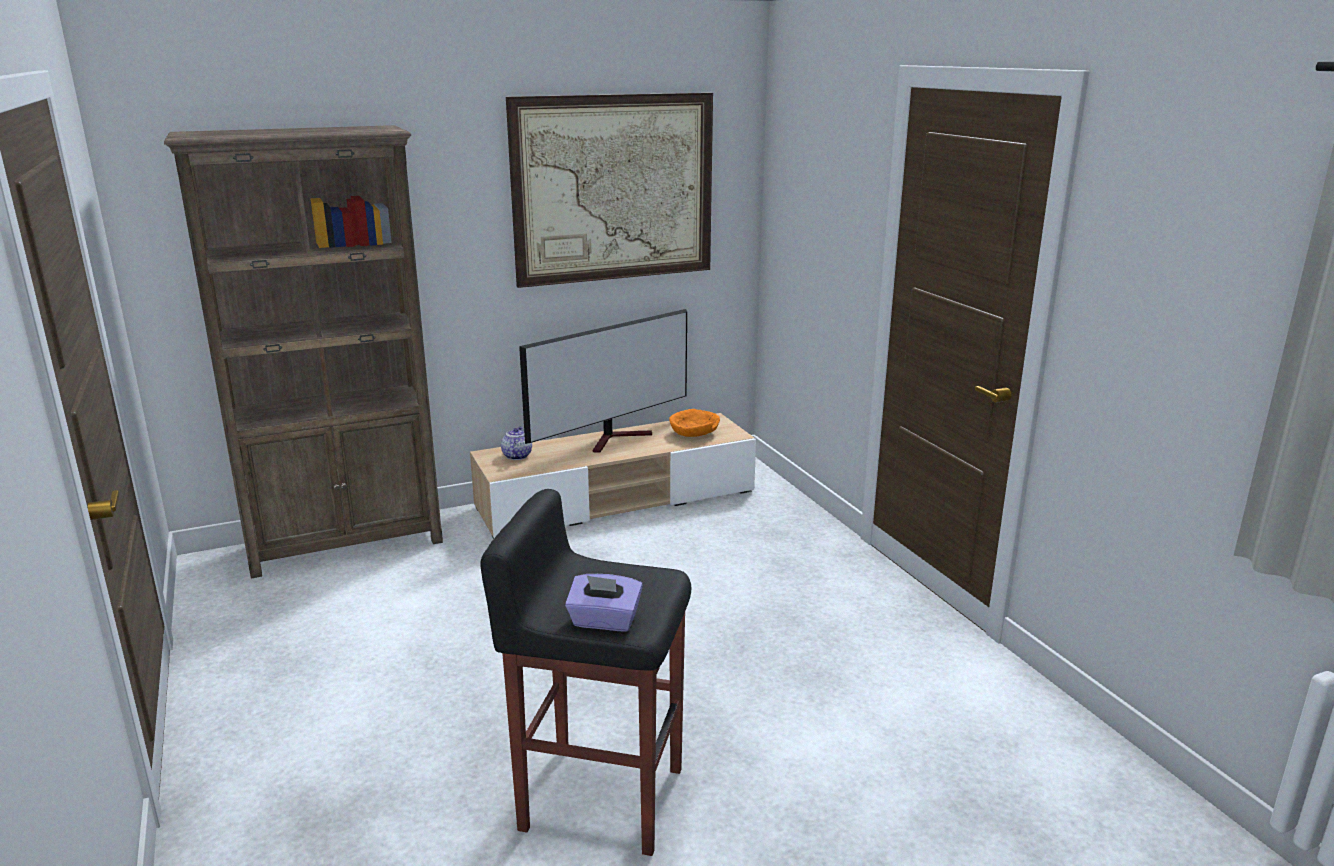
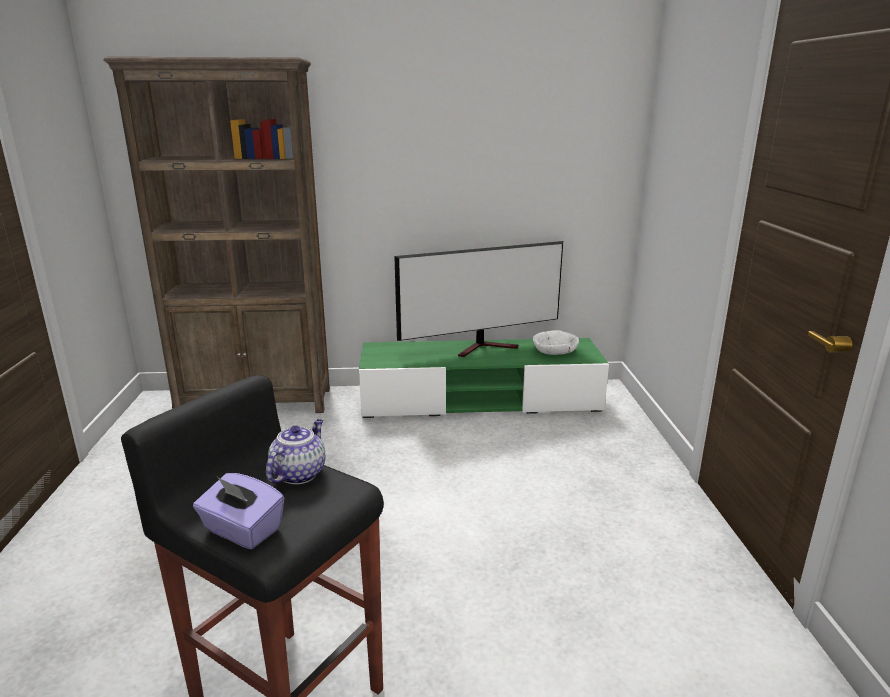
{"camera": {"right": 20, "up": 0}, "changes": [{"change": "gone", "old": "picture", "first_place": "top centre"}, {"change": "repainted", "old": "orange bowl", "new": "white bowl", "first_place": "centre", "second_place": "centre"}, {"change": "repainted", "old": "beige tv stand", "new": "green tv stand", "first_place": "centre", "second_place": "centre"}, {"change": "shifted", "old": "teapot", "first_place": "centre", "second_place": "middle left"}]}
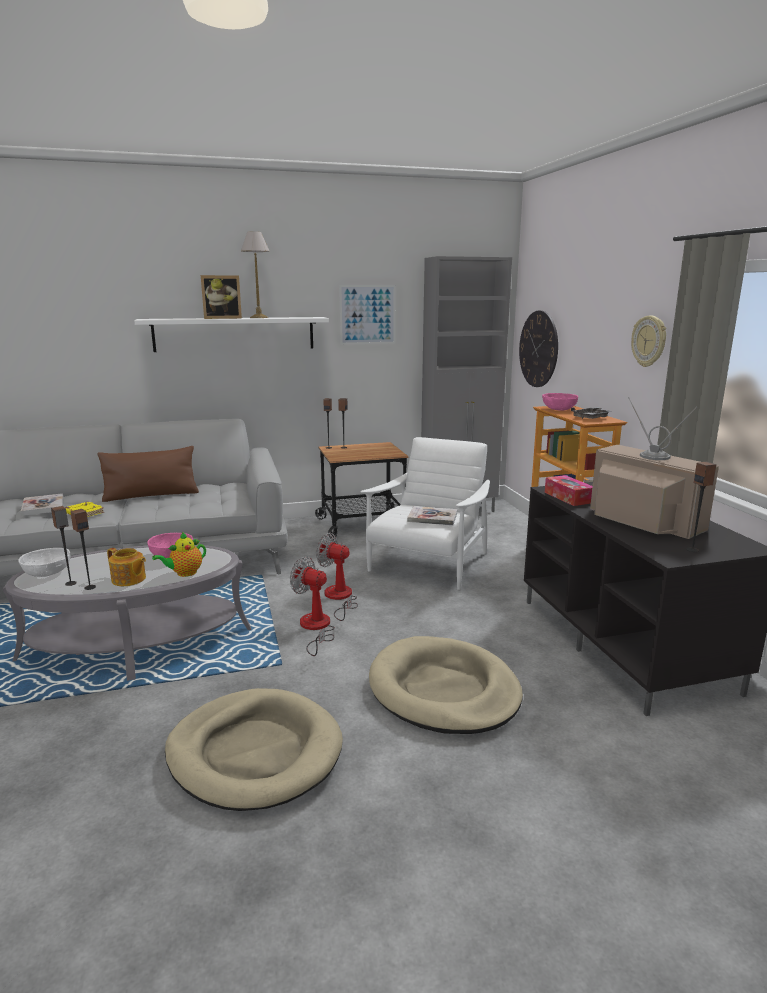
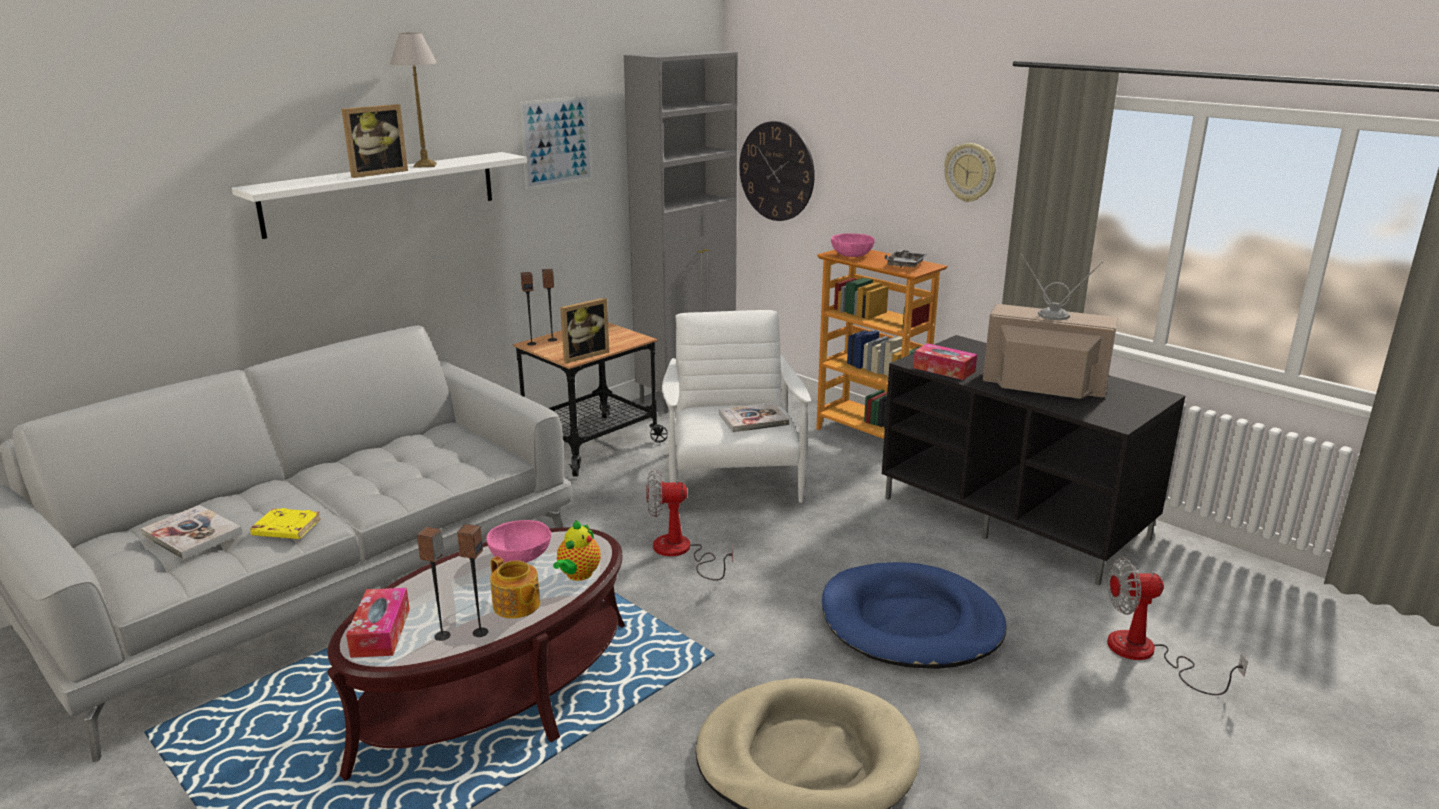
{"camera": {"right": -30, "up": 5}, "changes": [{"change": "gone", "old": "brown pillow", "first_place": "middle left"}, {"change": "gone", "old": "speaker (no. 5 from left)", "first_place": "middle right"}, {"change": "repainted", "old": "grey coffee table", "new": "brown coffee table", "first_place": "middle left", "second_place": "bottom left"}, {"change": "swapped", "old": "white bowl", "new": "tissue box (no. 1 from left)", "first_place": "middle left", "second_place": "bottom left"}, {"change": "rotated", "old": "teapot (no. 1 from left)", "first_place": "middle left", "second_place": "bottom centre", "degrees": 45}, {"change": "shifted", "old": "fan (no. 1 from left in the first image)", "new": "fan (no. 2 from left)", "first_place": "centre", "second_place": "bottom right"}, {"change": "repainted", "old": "beige dog bed (no. 2 from left)", "new": "blue dog bed", "first_place": "bottom centre", "second_place": "bottom centre"}, {"change": "new", "new": "picture frame (no. 2 from left)", "second_place": "centre"}]}
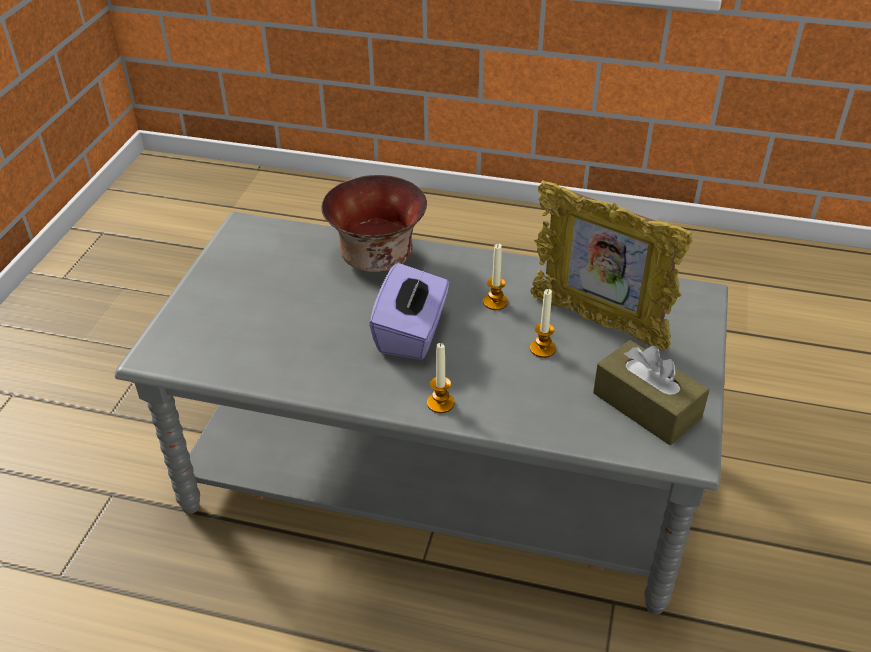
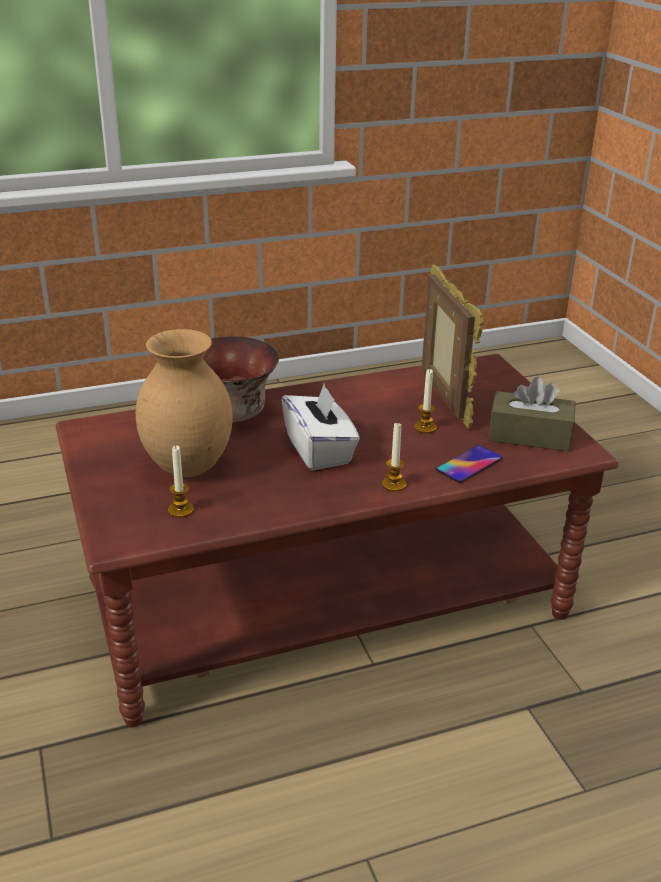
{"camera": {"right": -35, "up": -10}, "changes": [{"change": "rotated", "old": "picture frame", "first_place": "middle right", "second_place": "middle right", "degrees": -105}, {"change": "repainted", "old": "grey coffee table", "new": "brown coffee table", "first_place": "centre", "second_place": "centre"}, {"change": "shifted", "old": "candle (no. 2 from left in the first image)", "new": "candle (no. 1 from left)", "first_place": "centre", "second_place": "middle left"}, {"change": "repainted", "old": "purple tissue box", "new": "white tissue box", "first_place": "centre", "second_place": "centre"}, {"change": "new", "new": "brown vase", "second_place": "middle left"}, {"change": "new", "new": "phone", "second_place": "middle right"}]}
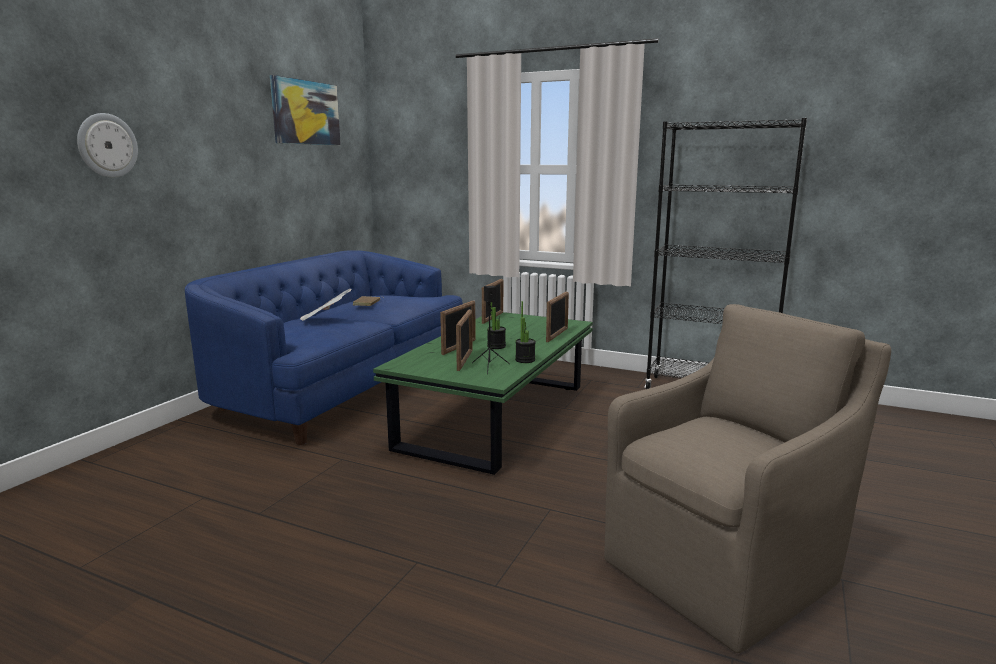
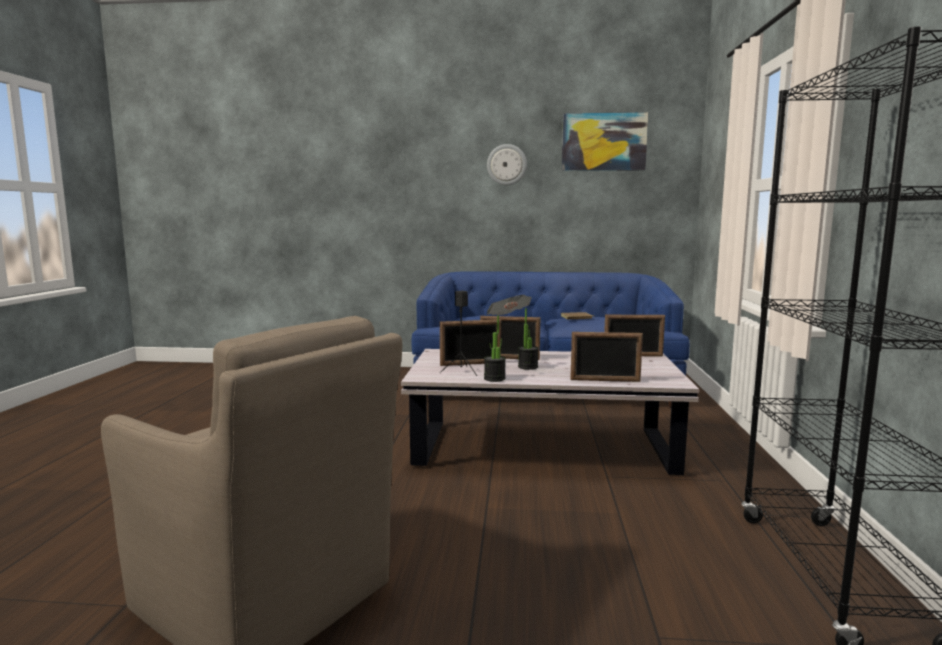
{"camera": {"right": 70, "up": -5}, "changes": [{"change": "shifted", "old": "wall clock", "first_place": "top left", "second_place": "top centre"}, {"change": "repainted", "old": "green coffee table", "new": "white coffee table", "first_place": "centre", "second_place": "centre"}]}
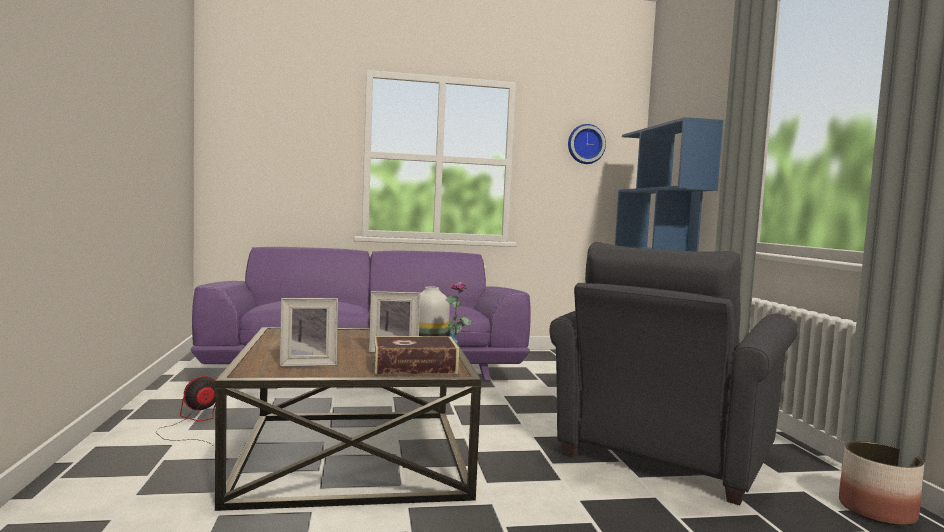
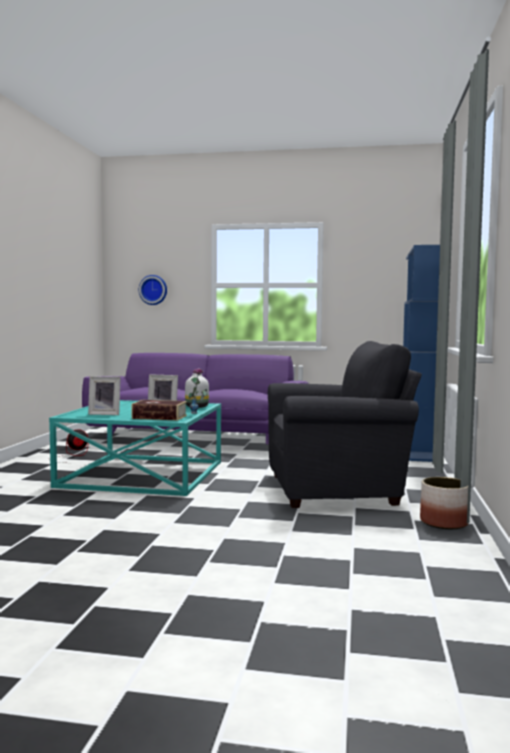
{"camera": {"right": 20, "up": 0}, "changes": [{"change": "shifted", "old": "wall clock", "first_place": "top centre", "second_place": "middle left"}, {"change": "rotated", "old": "grey armchair", "first_place": "bottom right", "second_place": "middle right", "degrees": -150}, {"change": "repainted", "old": "brown coffee table", "new": "turquoise coffee table", "first_place": "bottom centre", "second_place": "middle left"}]}
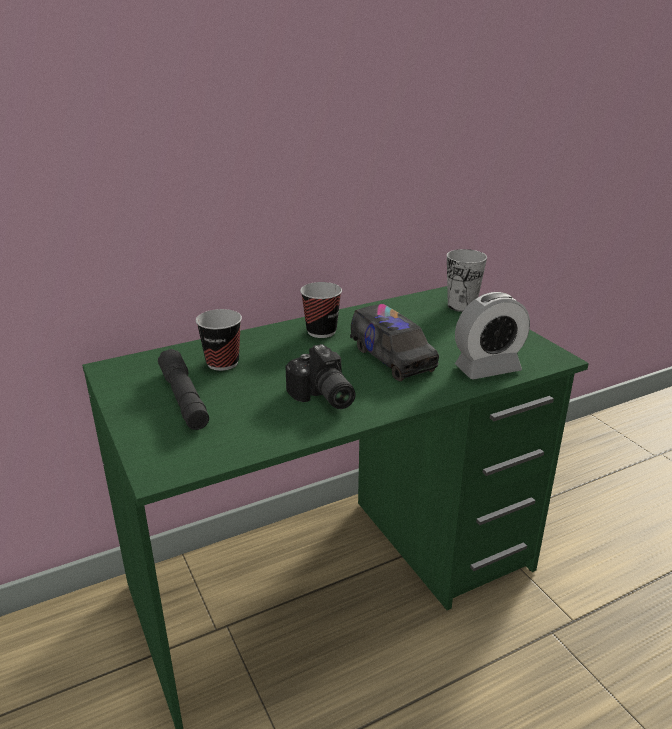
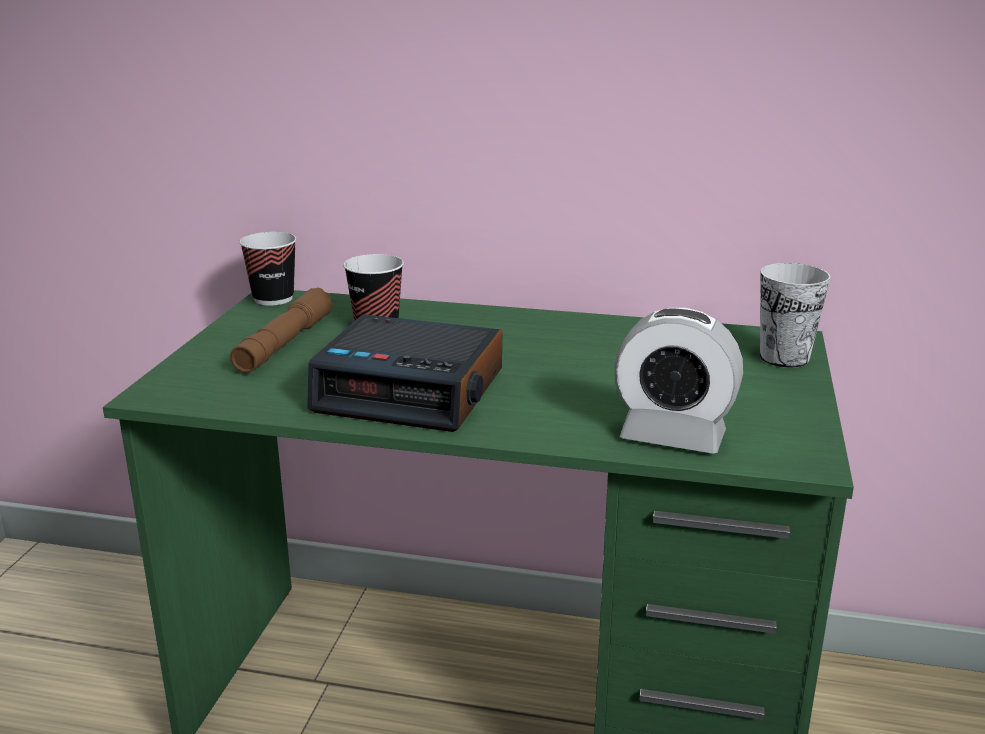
{"camera": {"right": 40, "up": -5}, "changes": [{"change": "shifted", "old": "cup (no. 2 from left in the first image)", "new": "cup (no. 1 from left)", "first_place": "centre", "second_place": "middle left"}, {"change": "gone", "old": "toy truck", "first_place": "centre"}, {"change": "swapped", "old": "photo camera", "new": "alarm clock (no. 1 from left)", "first_place": "centre", "second_place": "centre"}, {"change": "repainted", "old": "grey flashlight", "new": "brown flashlight", "first_place": "middle left", "second_place": "middle left"}]}
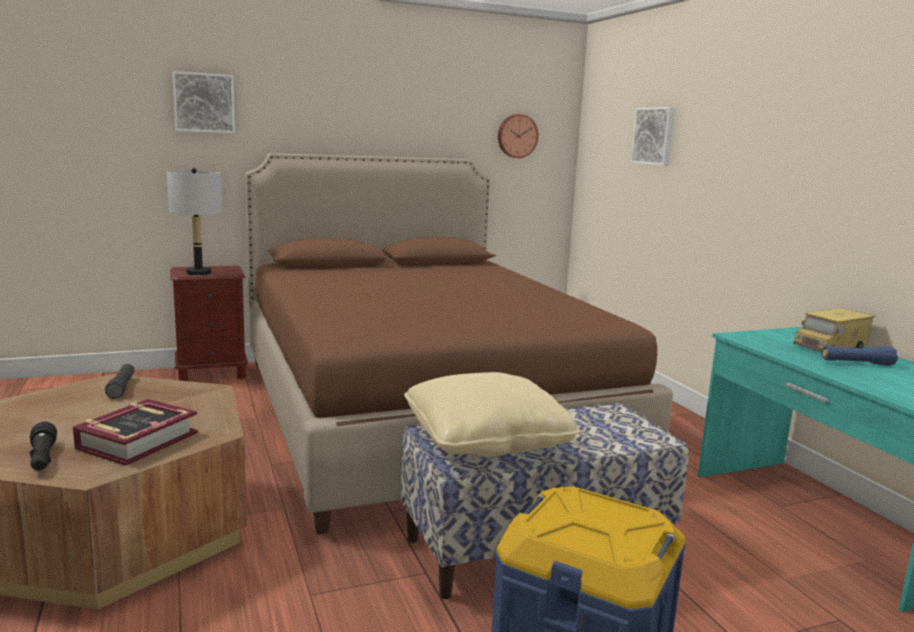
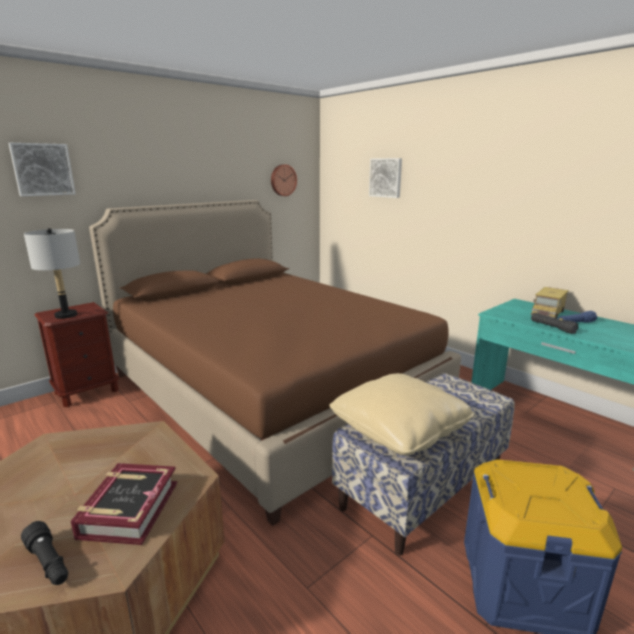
{"camera": {"right": -20, "up": 5}, "changes": [{"change": "shifted", "old": "black flashlight (no. 2 from left)", "first_place": "middle left", "second_place": "middle right"}]}
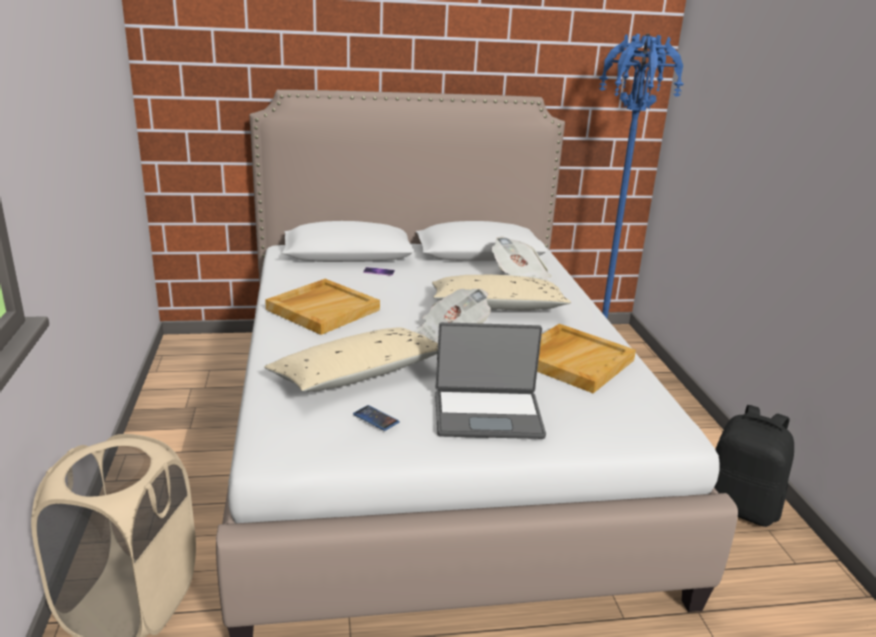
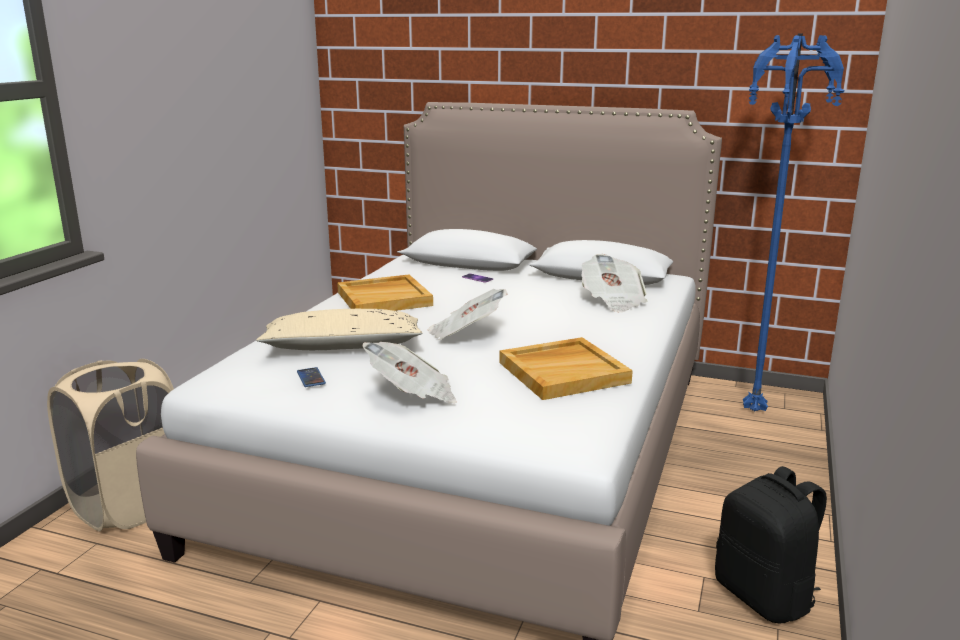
{"camera": {"right": 30, "up": -5}, "changes": [{"change": "gone", "old": "beige pillow (no. 2 from left)", "first_place": "centre"}, {"change": "swapped", "old": "laptop", "new": "newspaper (no. 1 from left)", "first_place": "centre", "second_place": "centre"}]}
